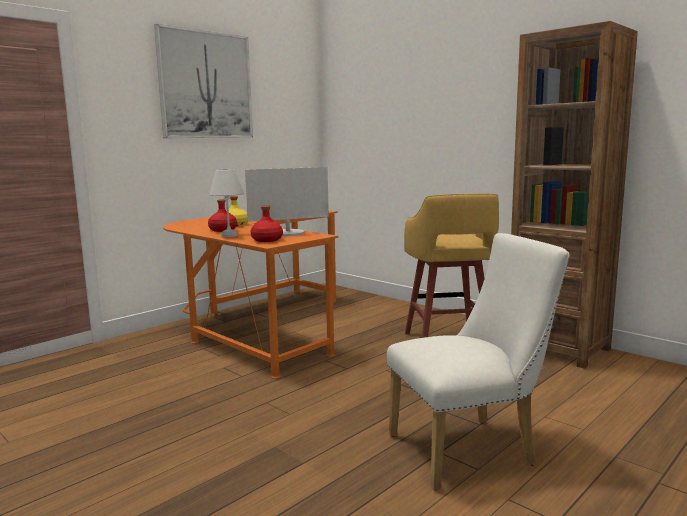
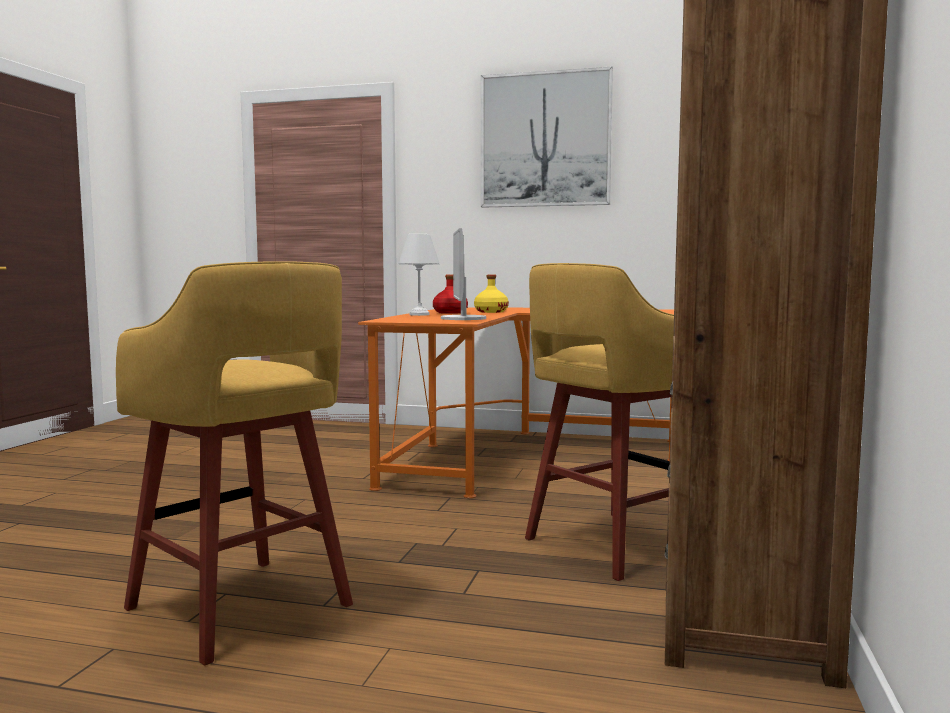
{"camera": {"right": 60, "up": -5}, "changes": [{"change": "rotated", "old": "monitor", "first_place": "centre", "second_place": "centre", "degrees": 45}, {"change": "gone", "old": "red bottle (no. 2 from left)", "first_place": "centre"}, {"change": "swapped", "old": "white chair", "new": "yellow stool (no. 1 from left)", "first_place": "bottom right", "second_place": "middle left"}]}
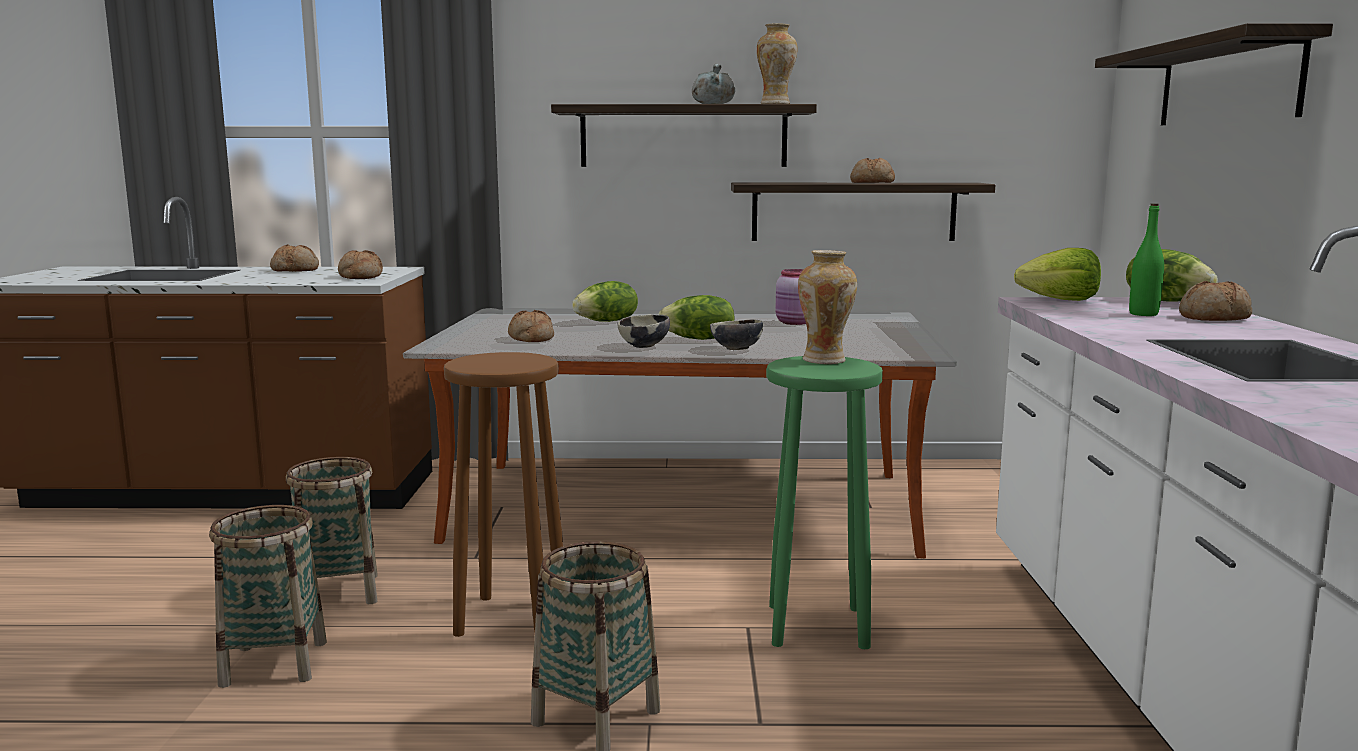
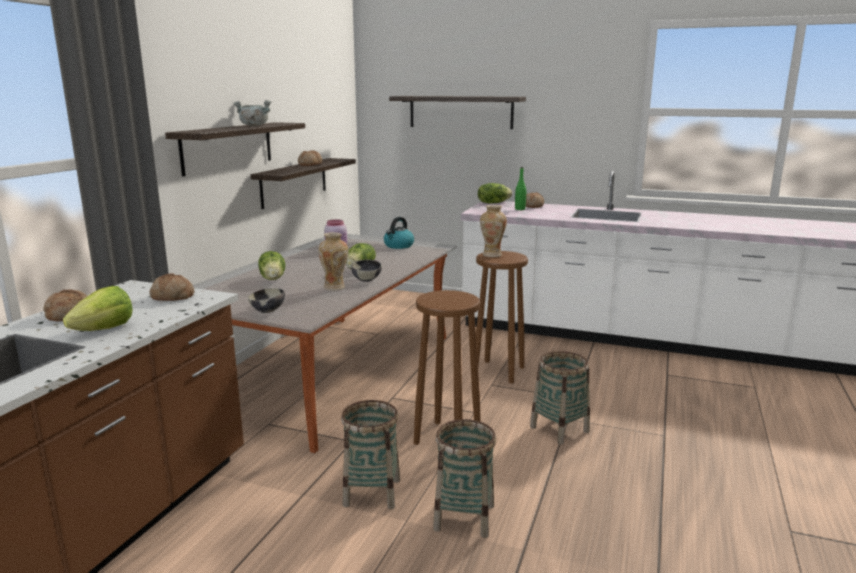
{"camera": {"right": -70, "up": 5}, "changes": [{"change": "shifted", "old": "vase (no. 1 from left)", "first_place": "top centre", "second_place": "centre"}, {"change": "shifted", "old": "lettuce (no. 3 from left in the first image)", "new": "lettuce (no. 1 from left)", "first_place": "middle right", "second_place": "middle left"}, {"change": "gone", "old": "bread (no. 3 from left)", "first_place": "centre"}, {"change": "shifted", "old": "bowl (no. 2 from left in the first image)", "new": "bowl (no. 1 from left)", "first_place": "centre", "second_place": "middle left"}, {"change": "repainted", "old": "green stool", "new": "brown stool (no. 2 from left)", "first_place": "bottom centre", "second_place": "centre"}, {"change": "new", "new": "kettle", "second_place": "centre"}]}
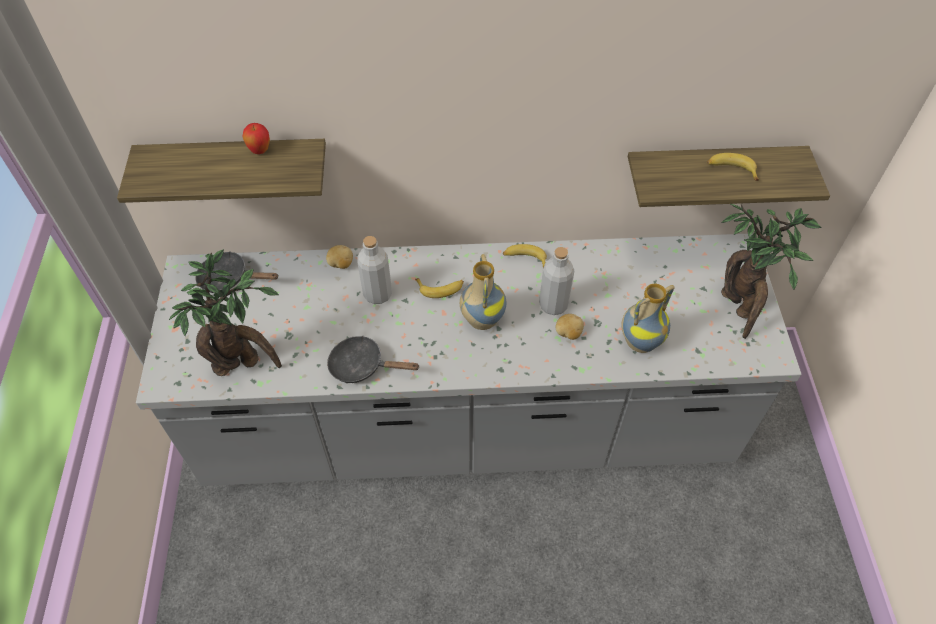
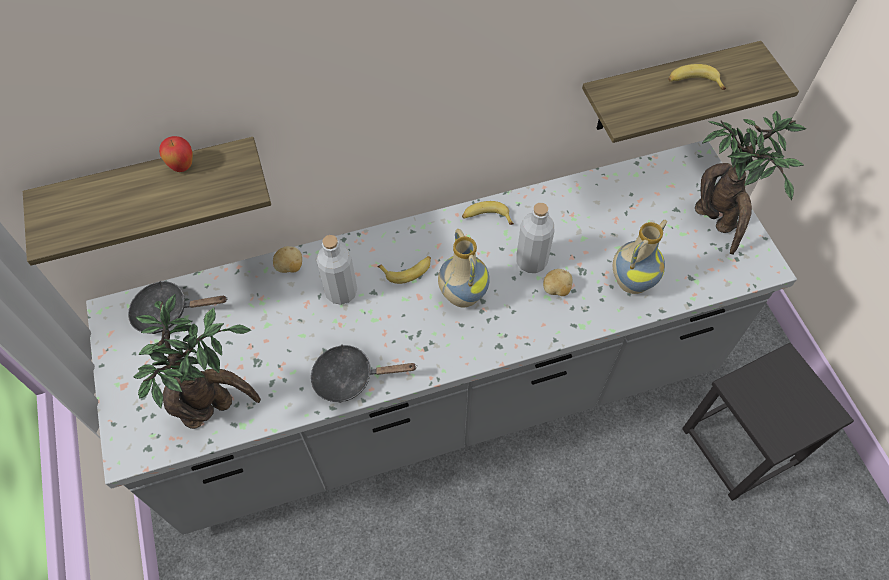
{"camera": {"right": -15, "up": 5}, "changes": [{"change": "new", "new": "black stool", "second_place": "bottom right"}]}
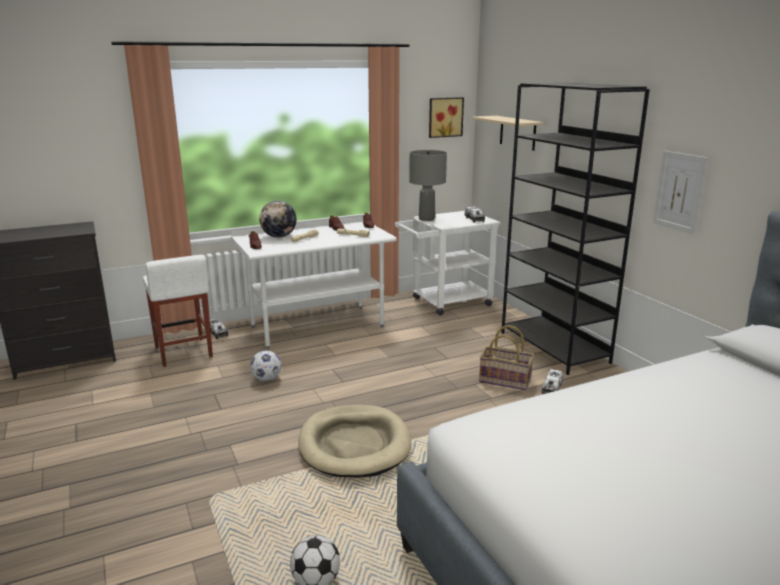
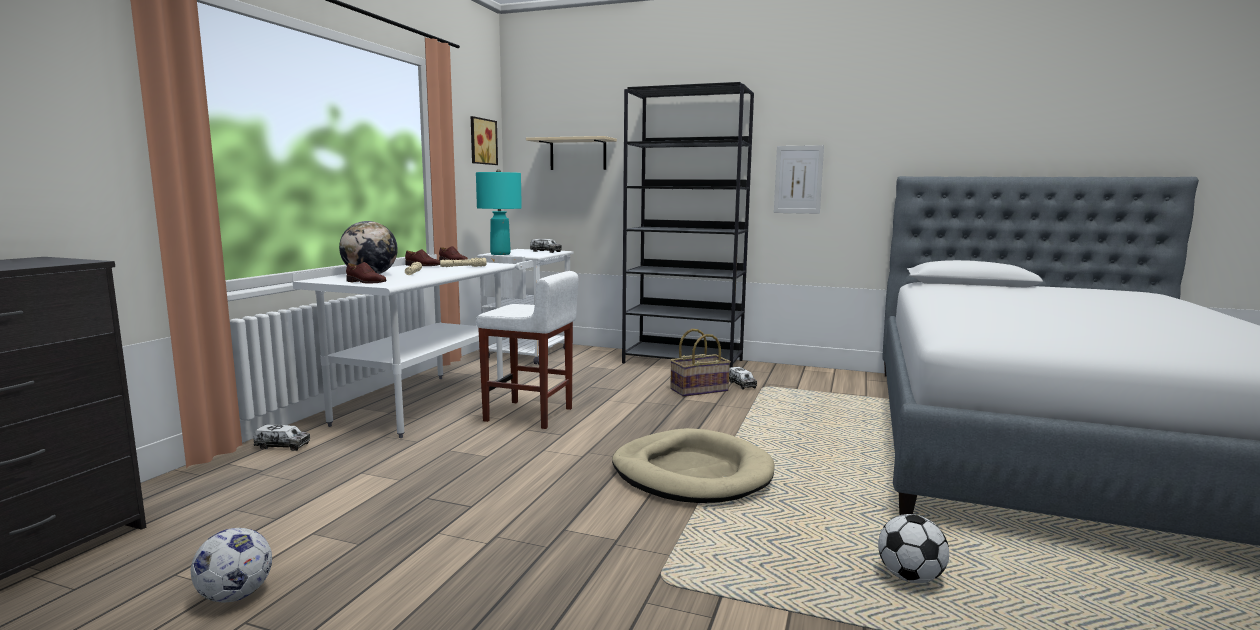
{"camera": {"right": -45, "up": -10}, "changes": [{"change": "repainted", "old": "grey table lamp", "new": "turquoise table lamp", "first_place": "top centre", "second_place": "centre"}, {"change": "shifted", "old": "white stool", "first_place": "middle left", "second_place": "centre"}, {"change": "shifted", "old": "football (no. 1 from left)", "first_place": "centre", "second_place": "bottom left"}]}
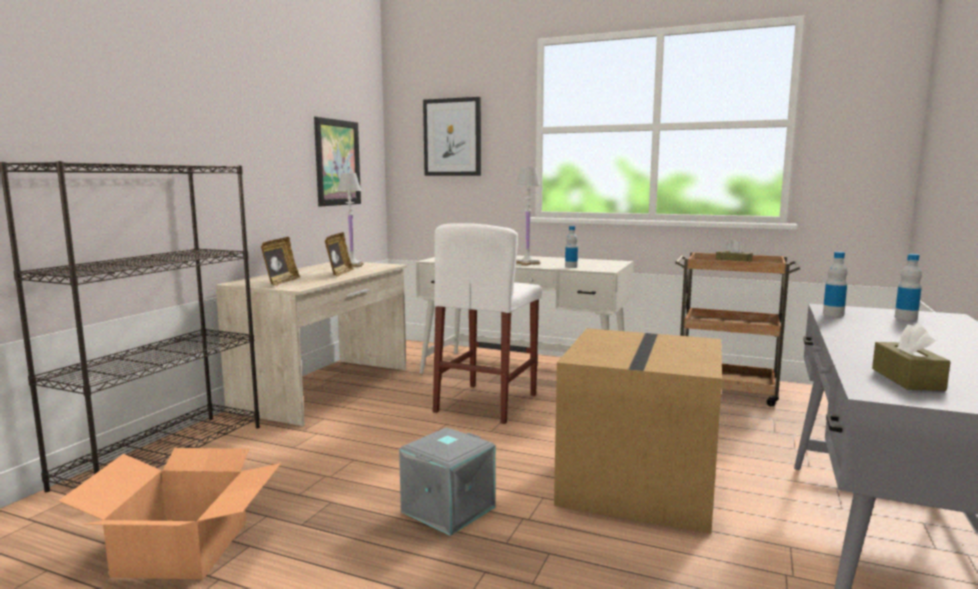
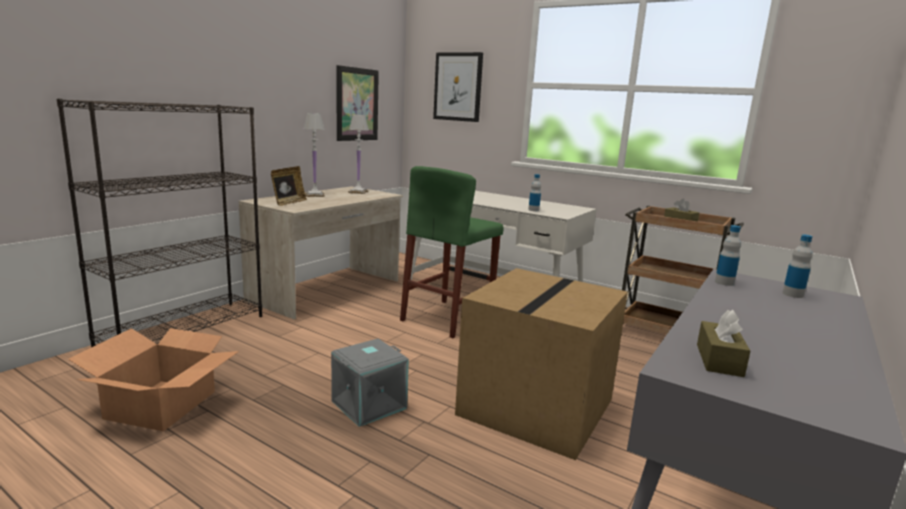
{"camera": {"right": 10, "up": 5}, "changes": [{"change": "shifted", "old": "white table lamp (no. 2 from left in the first image)", "new": "white table lamp (no. 1 from left)", "first_place": "centre", "second_place": "top centre"}, {"change": "repainted", "old": "white stool", "new": "green stool", "first_place": "centre", "second_place": "centre"}, {"change": "gone", "old": "picture frame (no. 2 from left)", "first_place": "centre"}]}
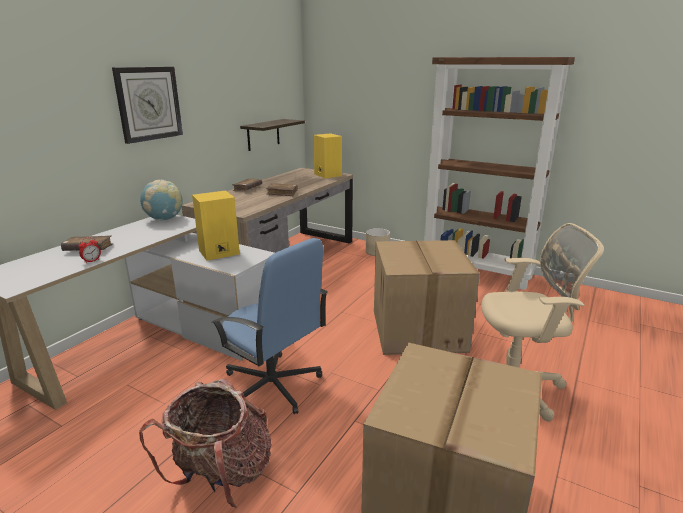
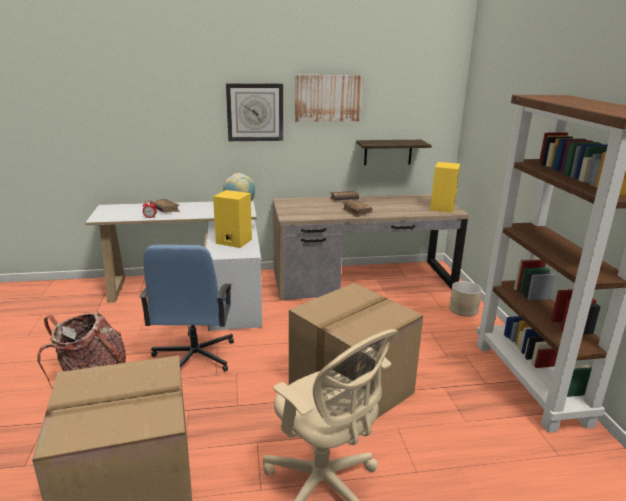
{"camera": {"right": 50, "up": 0}, "changes": [{"change": "new", "new": "picture", "second_place": "top centre"}]}
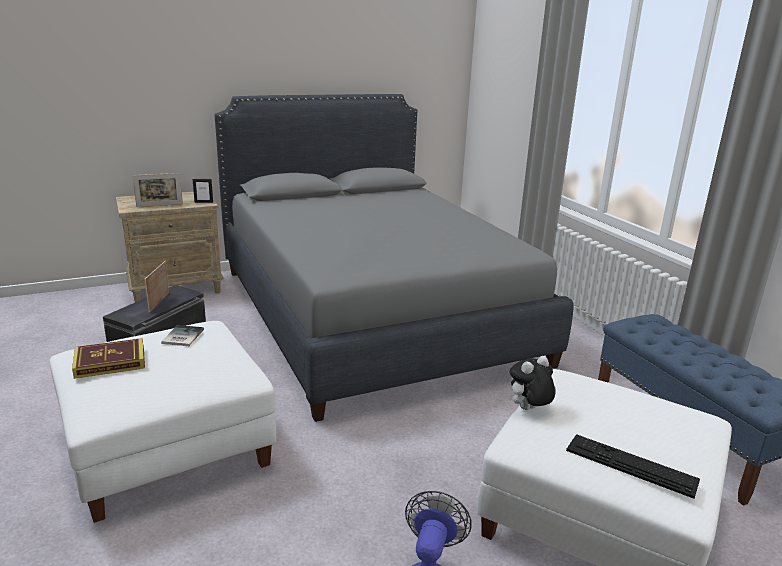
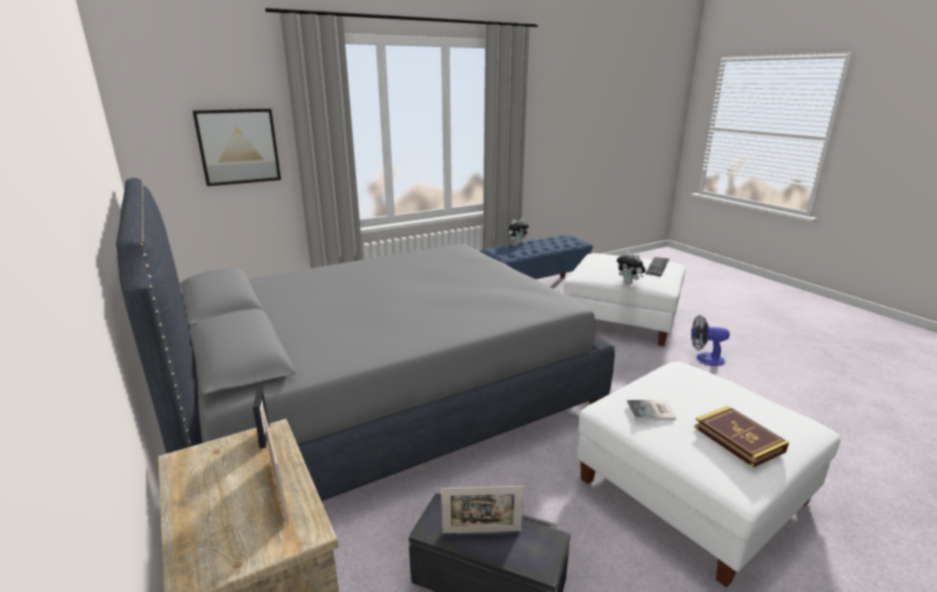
{"camera": {"right": -95, "up": 0}, "changes": [{"change": "new", "new": "picture", "second_place": "top left"}, {"change": "new", "new": "plush toy (no. 1 from left)", "second_place": "centre"}]}
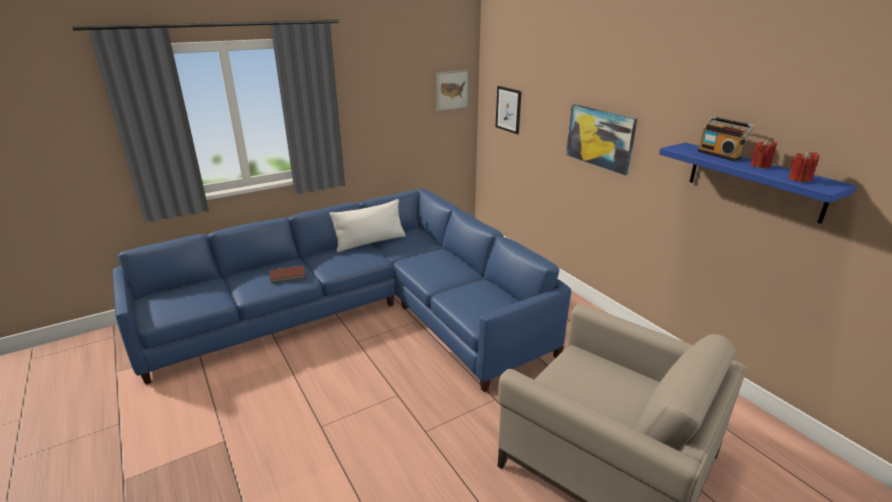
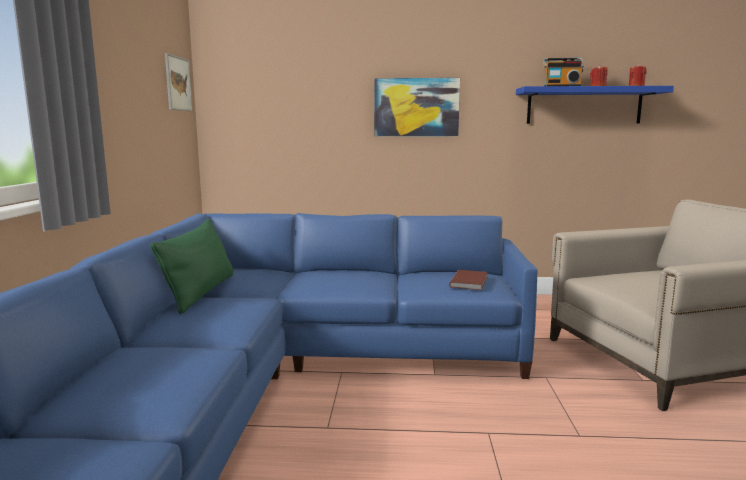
{"camera": {"right": -55, "up": -15}, "changes": [{"change": "gone", "old": "picture (no. 2 from left)", "first_place": "top centre"}, {"change": "repainted", "old": "white pillow", "new": "green pillow", "first_place": "centre", "second_place": "middle left"}, {"change": "shifted", "old": "brown book", "first_place": "middle left", "second_place": "centre"}]}
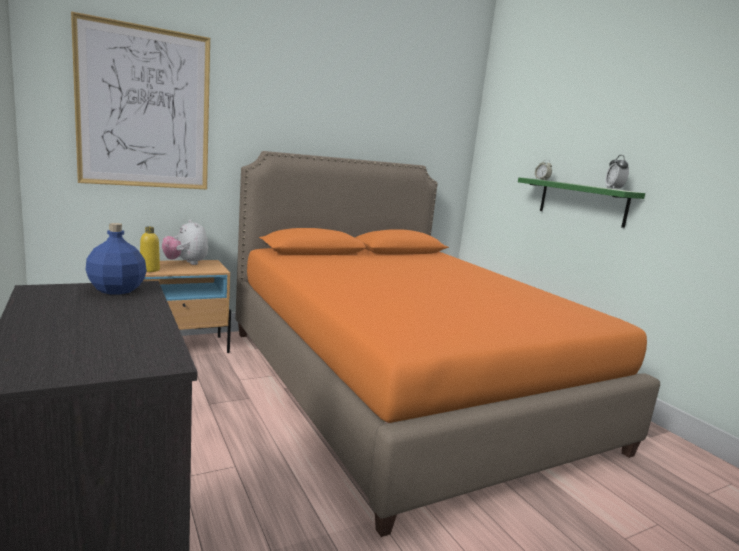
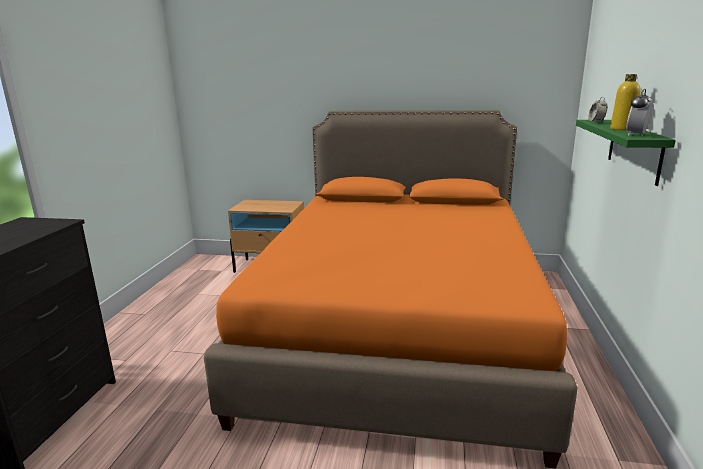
{"camera": {"right": 40, "up": 5}, "changes": [{"change": "gone", "old": "picture", "first_place": "top left"}, {"change": "gone", "old": "plush toy", "first_place": "middle left"}, {"change": "gone", "old": "blue bottle", "first_place": "middle left"}, {"change": "shifted", "old": "yellow bottle", "first_place": "middle left", "second_place": "top right"}]}
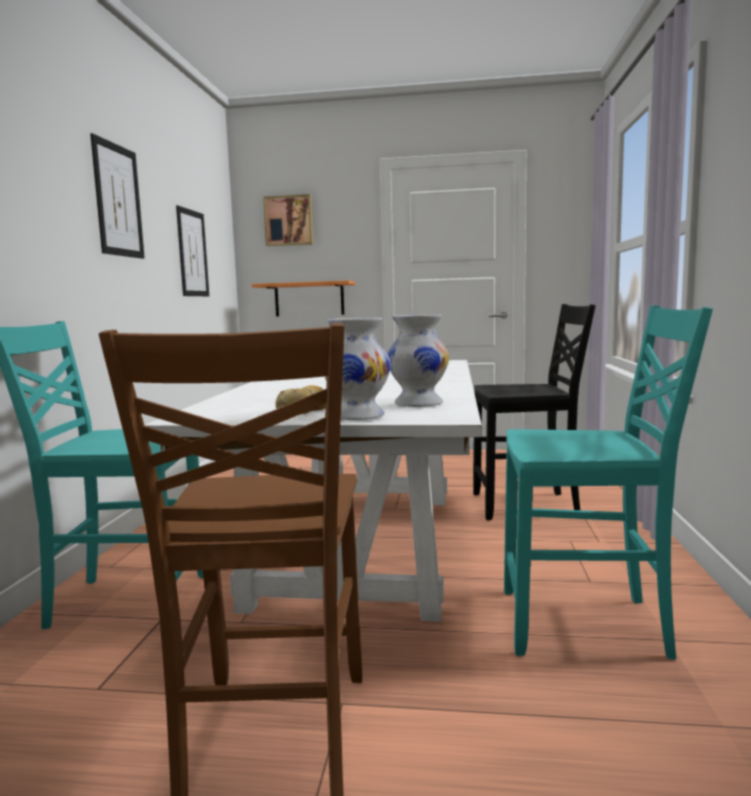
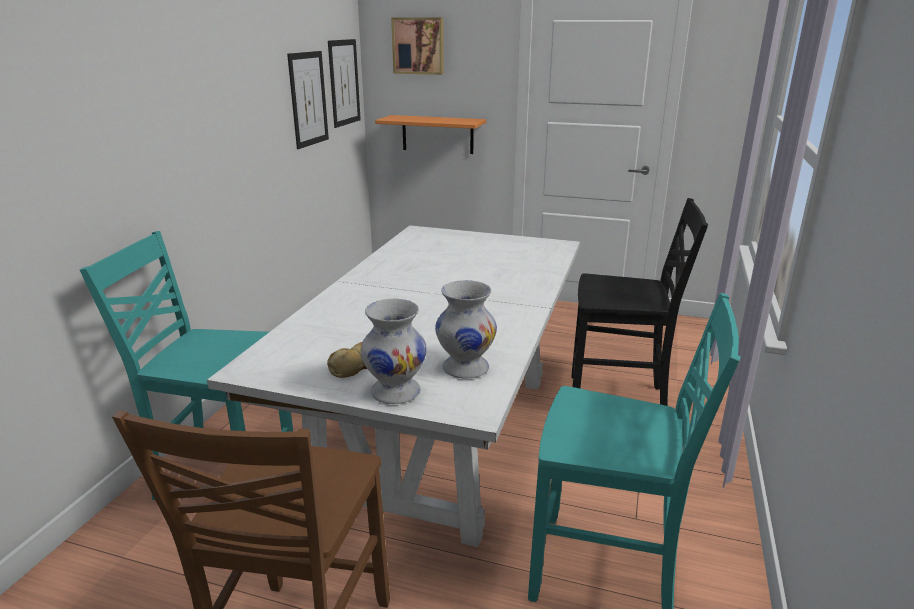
{"camera": {"right": 10, "up": 15}, "changes": [{"change": "shifted", "old": "picture (no. 1 from left in the first image)", "new": "picture (no. 2 from left)", "first_place": "top left", "second_place": "top centre"}]}
